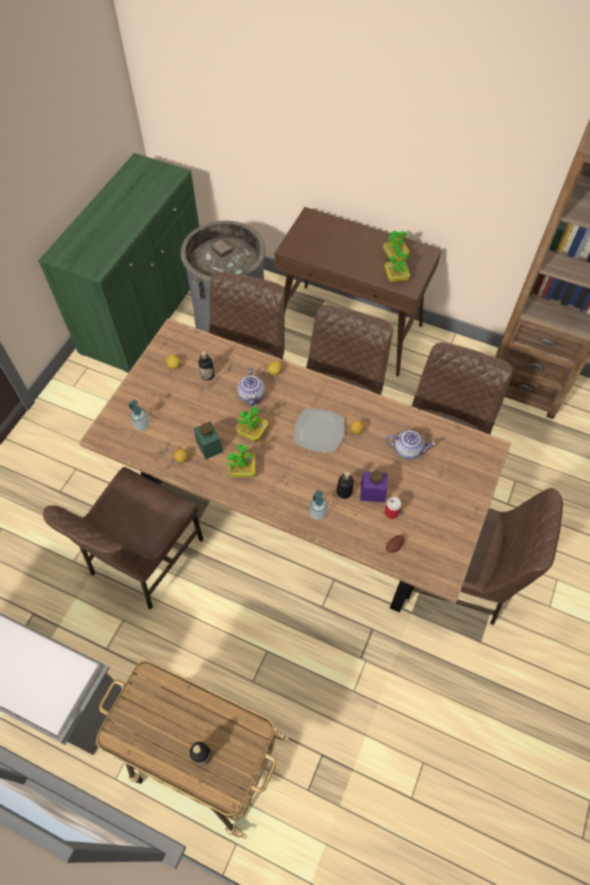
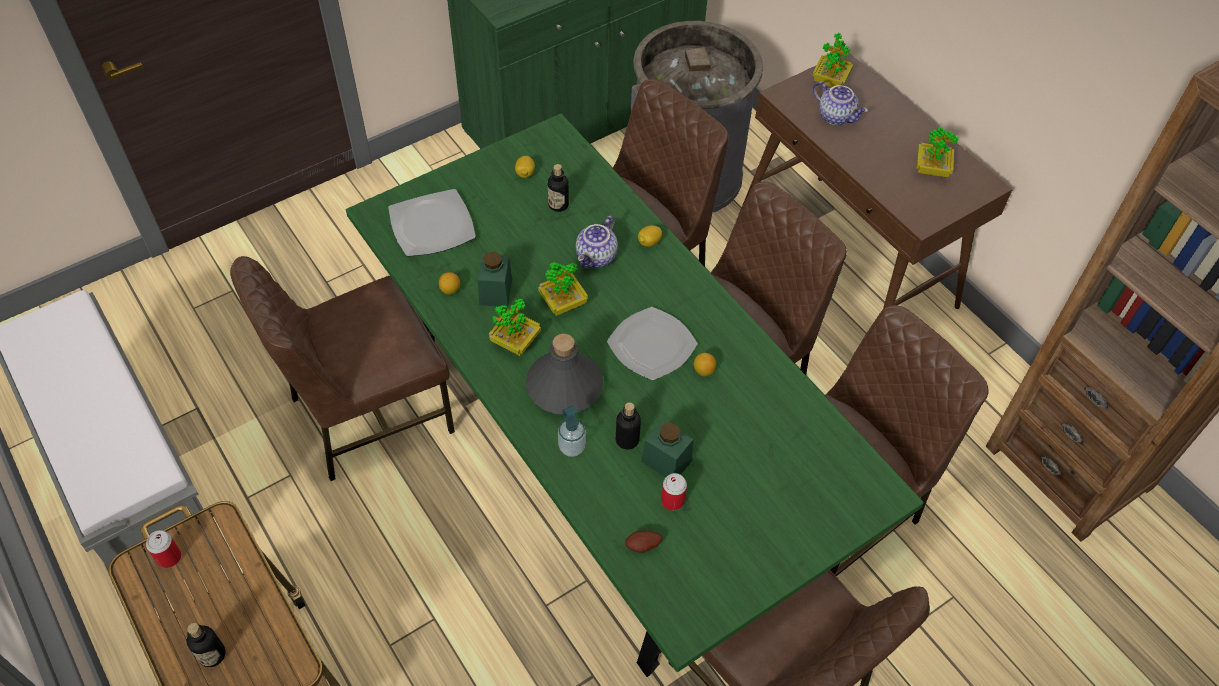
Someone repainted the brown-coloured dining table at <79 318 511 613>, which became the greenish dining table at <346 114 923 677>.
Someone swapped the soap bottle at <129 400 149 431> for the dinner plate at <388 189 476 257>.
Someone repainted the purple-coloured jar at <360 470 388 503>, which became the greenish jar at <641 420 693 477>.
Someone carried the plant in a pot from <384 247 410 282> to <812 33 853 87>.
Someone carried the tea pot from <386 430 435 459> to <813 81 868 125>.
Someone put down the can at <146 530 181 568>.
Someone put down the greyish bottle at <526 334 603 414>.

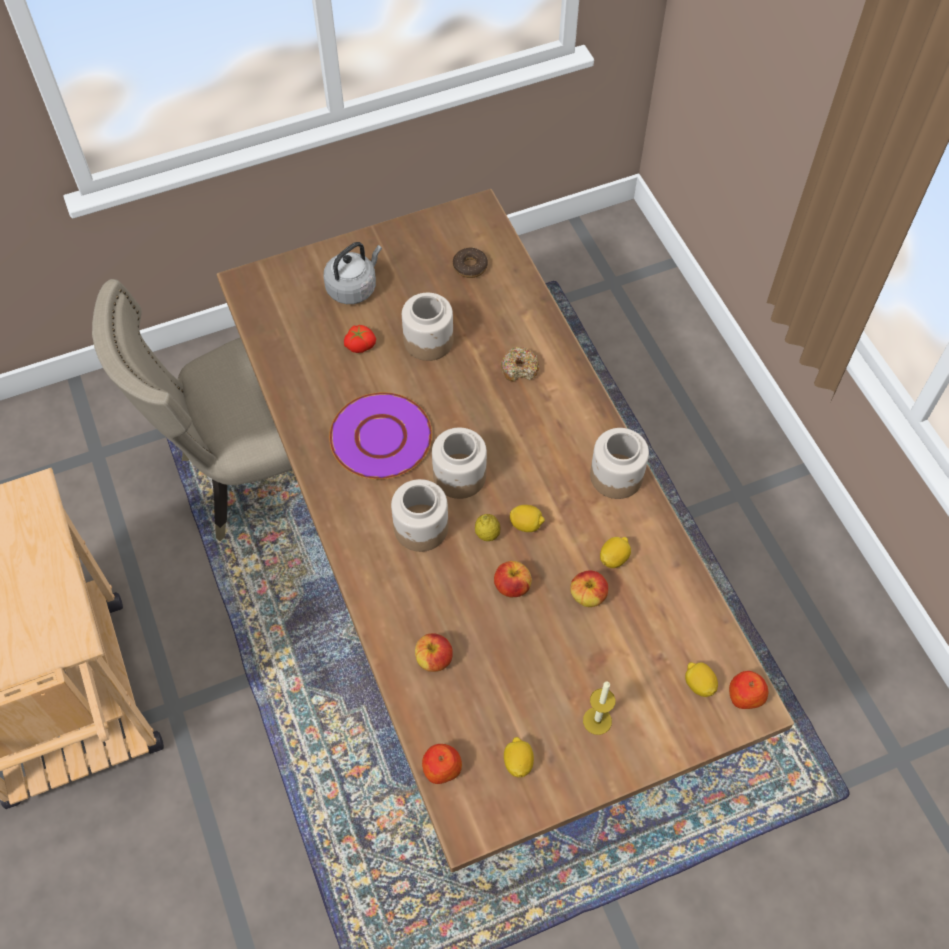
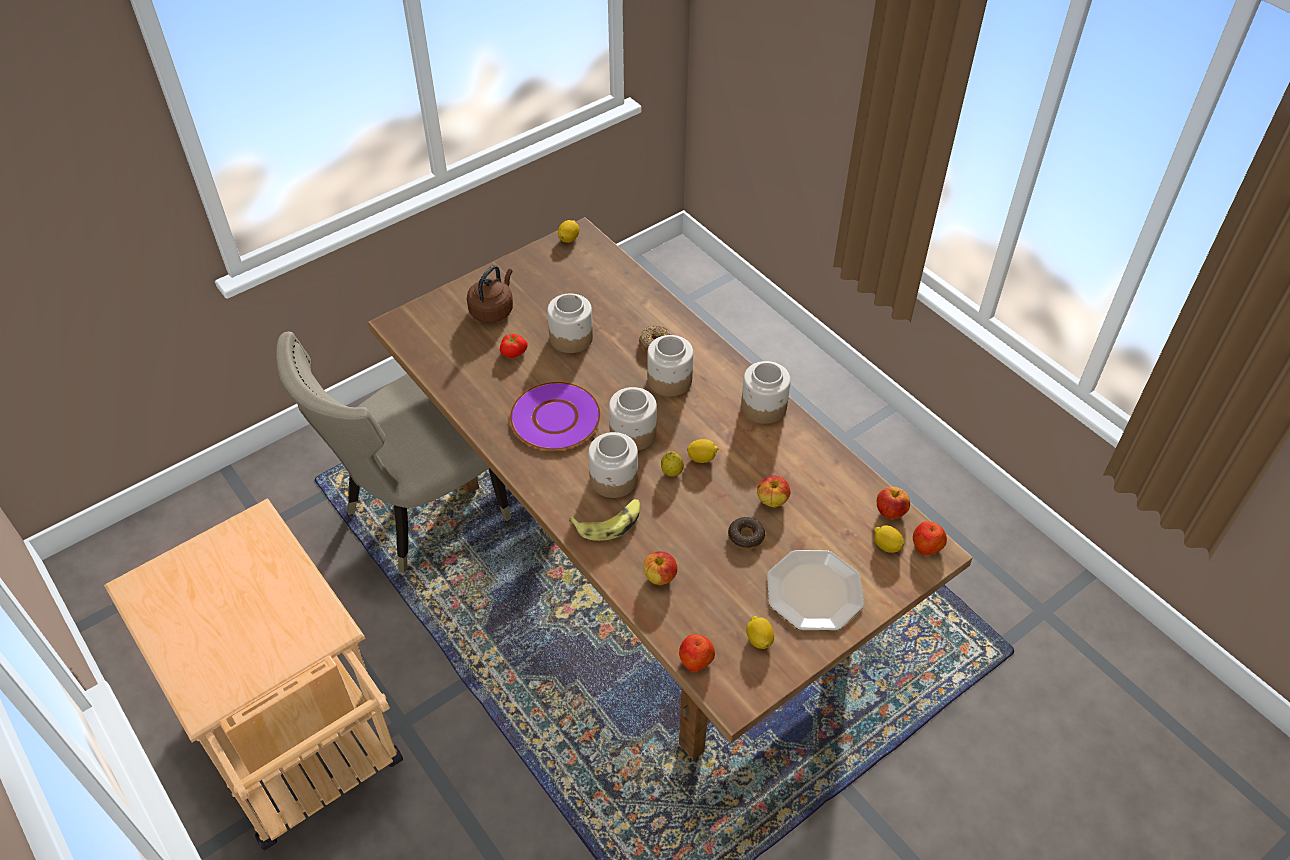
Someone repainted the greyish kettle at <324 242 382 304>, which became the brown-coloured kettle at <467 265 513 323>.
Someone carried the ring doughnut from <453 248 488 278> to <728 517 765 550>.
Someone carried the whole apple from <494 561 532 597> to <877 487 910 519>.
Someone swapped the wax light at <583 682 615 735> for the dinner plate at <767 550 864 631>.
Someone carried the whole lemon from <600 537 631 568> to <558 220 579 243>.
Someone put down the whole banana at <569 499 640 541>.
Someone put down the jar at <647 335 693 396>.

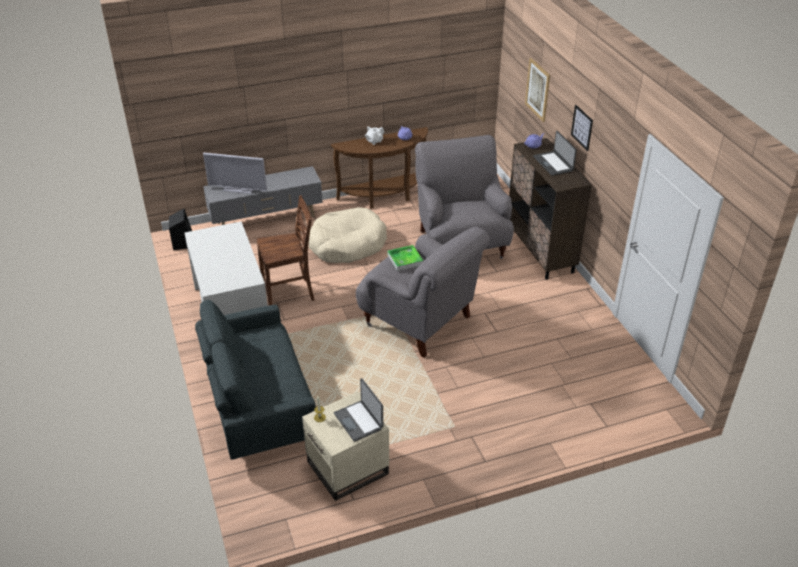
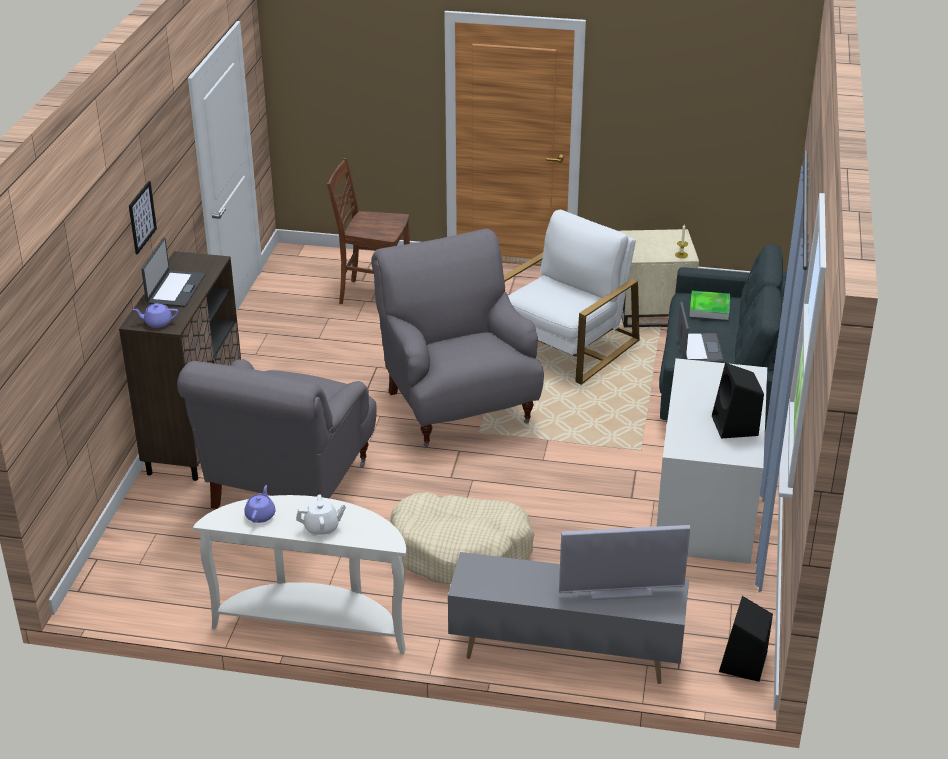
Someone rotated the television at <203 153 267 194> by 135 degrees clockwise.
Someone carried the brown-coloured upright chair from <257 195 314 305> to <327 158 410 304>.
Someone repainted the brown-coloured console table at <331 127 428 209>, which became the white console table at <193 495 406 654>.
Someone carried the laptop from <334 378 383 442> to <677 302 724 363>.
Someone carried the tray from <388 245 423 271> to <689 291 730 320>.
Someone took away the picture at <525 58 550 122>.
Someone put down the white armchair at <504 210 640 385>.
Someone put down the black-coloured loudspeaker at <712 363 764 439>.

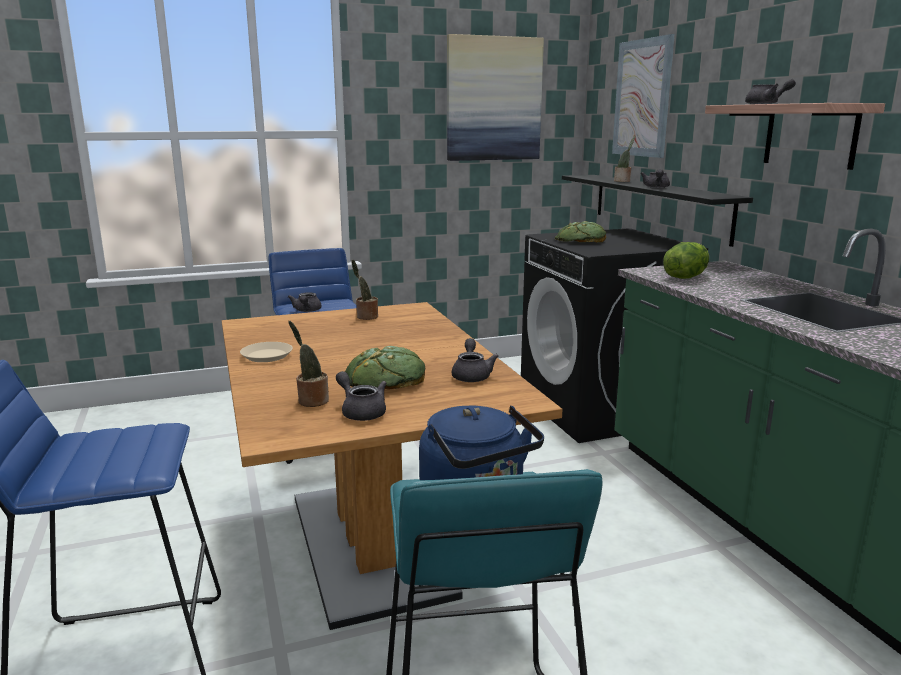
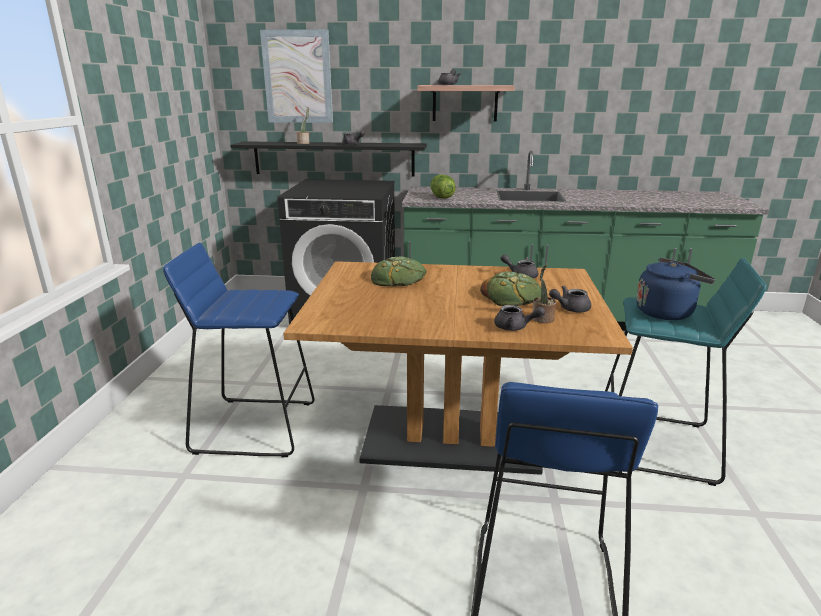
Someone took away the beige dinner plate at <240 342 293 362>.
Someone carried the greyish tea pot from <288 292 322 312> to <494 305 545 331>.
Someone took away the plant in a pot at <351 260 378 320>.
Someone took away the picture at <447 34 544 161>.
Someone carried the bakery bread from <555 221 606 242> to <371 256 427 287>.

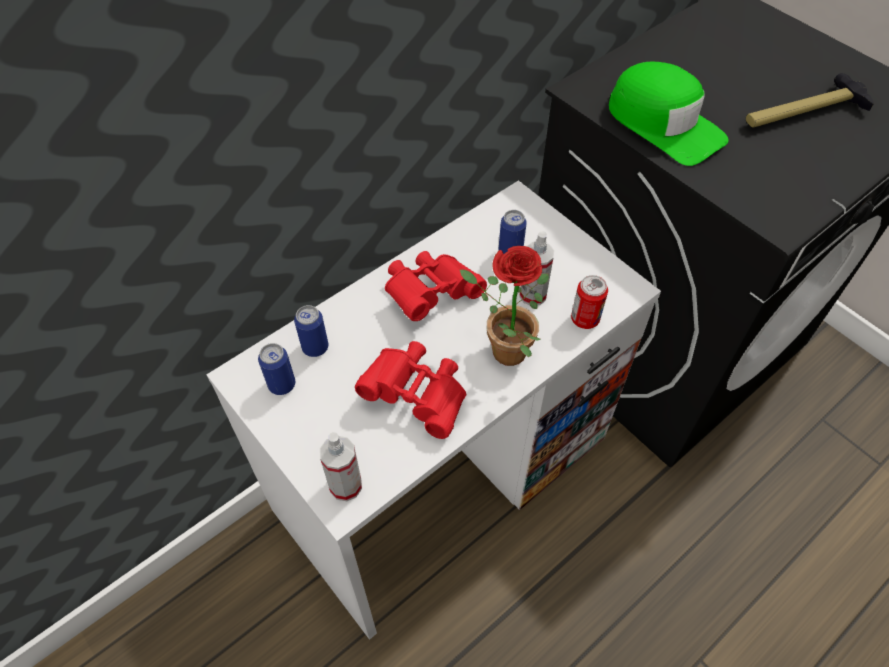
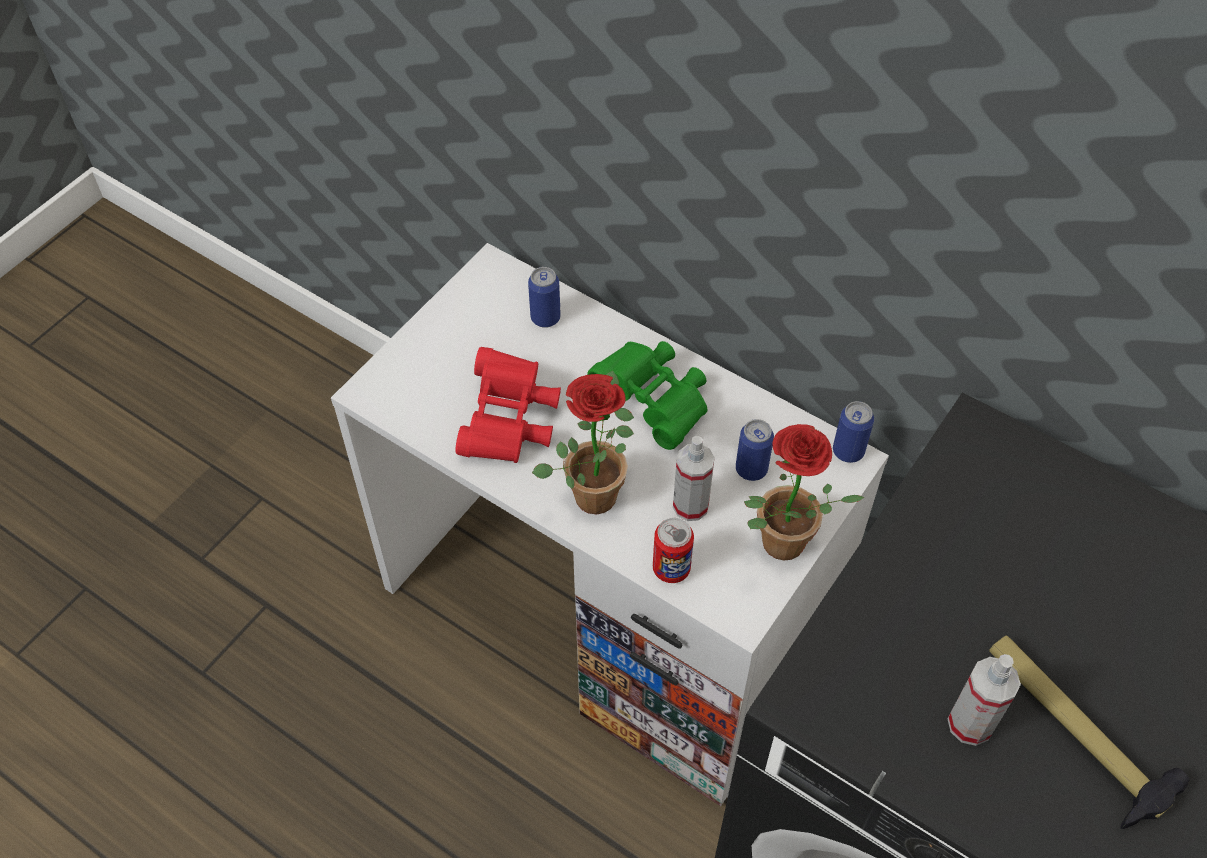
Someone carried the can from <258 343 295 395> to <833 401 874 463>.
Someone carried the spray bottle from <320 432 362 501> to <948 654 1021 746>.
Someone repainted the red-coloured binoculars at <385 251 487 321>, which became the greenish binoculars at <587 341 708 450>.
Someone took away the greenish cap at <609 62 729 166>.
Someone put down the plant in a pot at <744 424 864 561>.

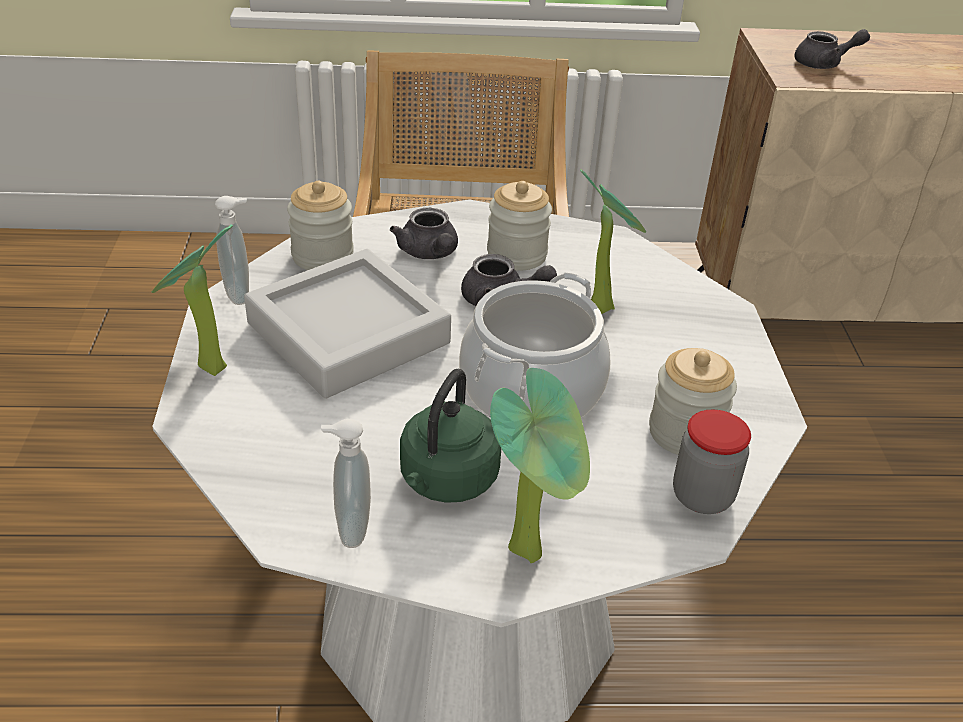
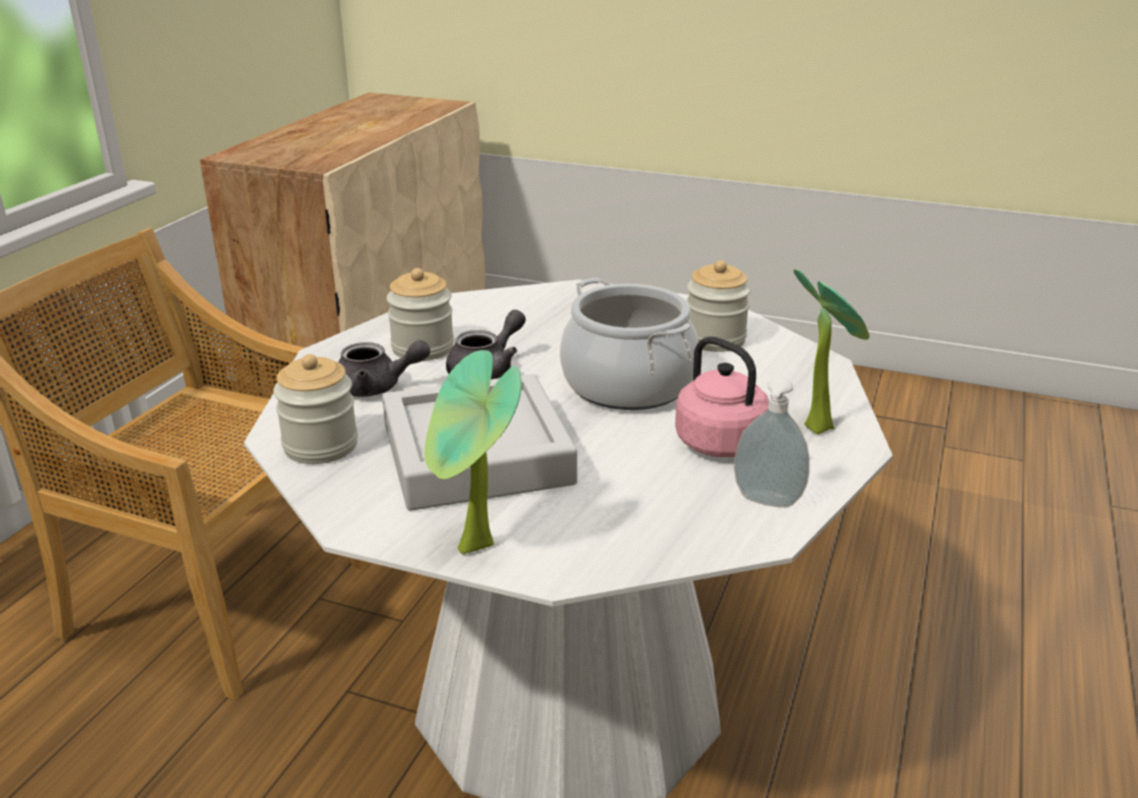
Someone took away the soap bottle at <215 196 249 305>.
Someone repainted the greenish kettle at <400 369 501 503>, which became the pink-coloured kettle at <675 337 769 457>.
Someone took away the plant in a pot at <580 169 646 314>.
Someone took away the jar at <673 409 751 514>.
Someone took away the greyish tea pot at <795 29 870 69>.

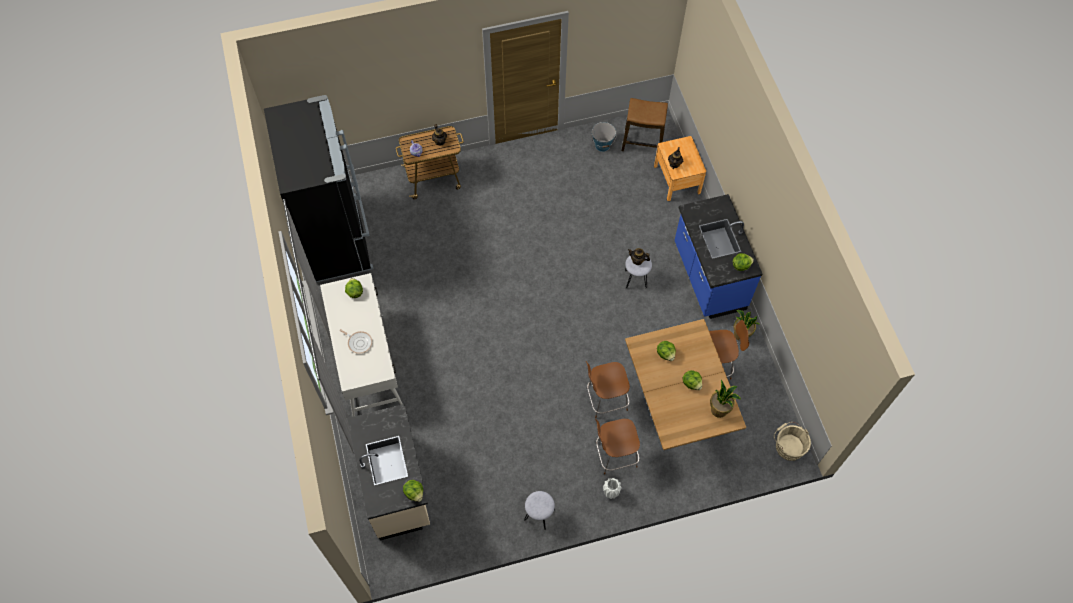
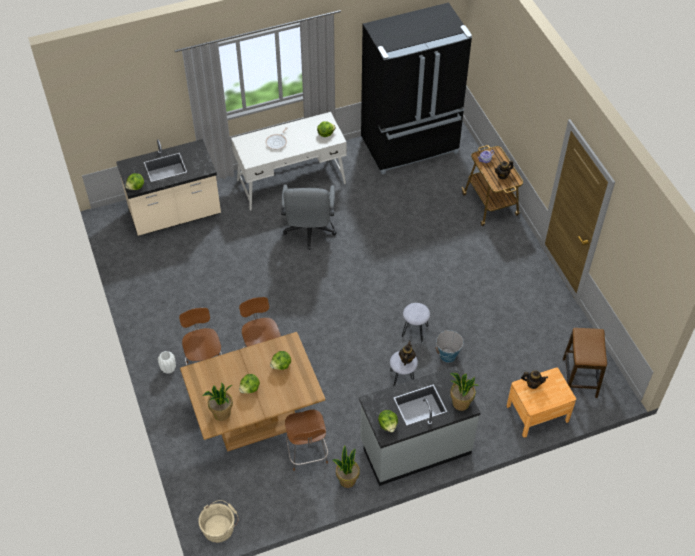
Someone carried the greyish stool from <524 491 555 530> to <402 303 430 343>.
Someone carried the pail from <592 122 617 152> to <436 330 464 363>.
Someone repainted the blue kitchen counter at <675 194 762 319>, which became the greyish kitchen counter at <359 366 481 486>.
Someone put down the greyish desk chair at <281 184 337 250>.
Someone put down the plant in a pot at <450 373 479 411>.

